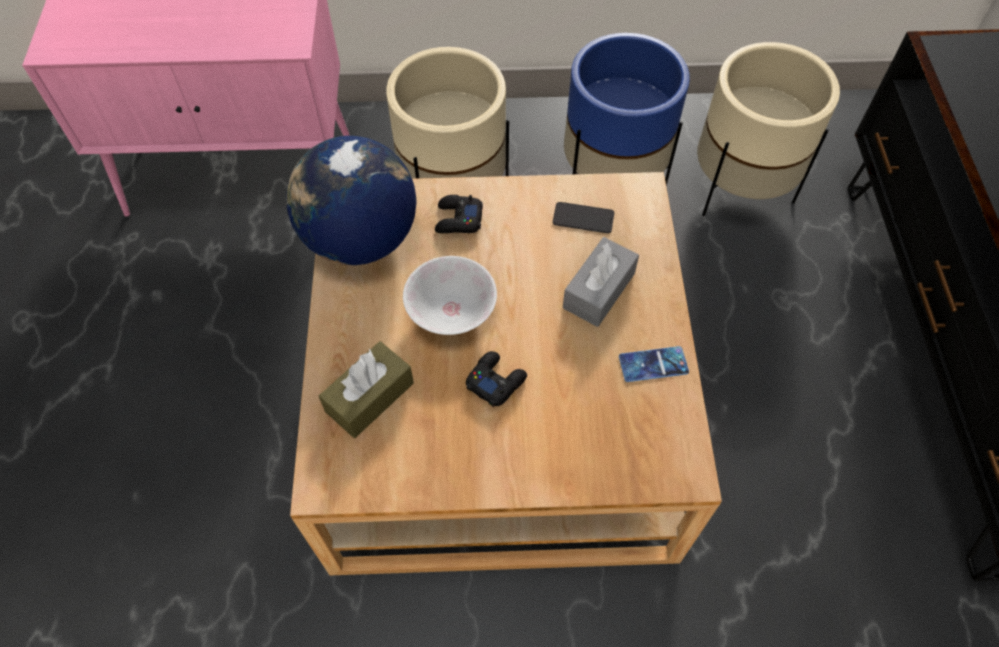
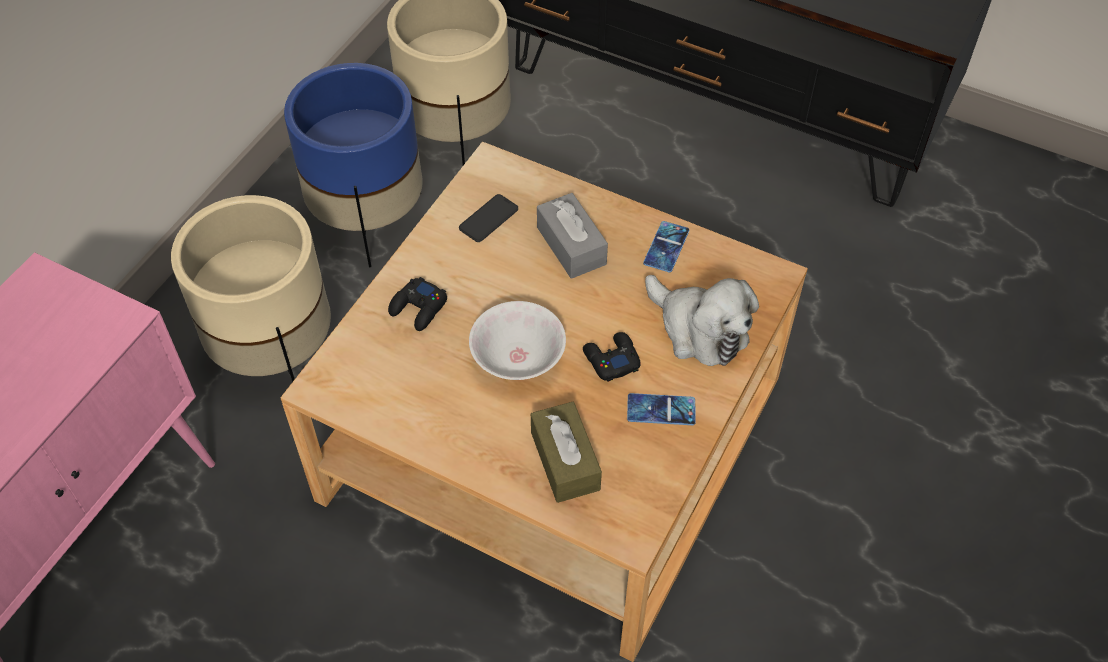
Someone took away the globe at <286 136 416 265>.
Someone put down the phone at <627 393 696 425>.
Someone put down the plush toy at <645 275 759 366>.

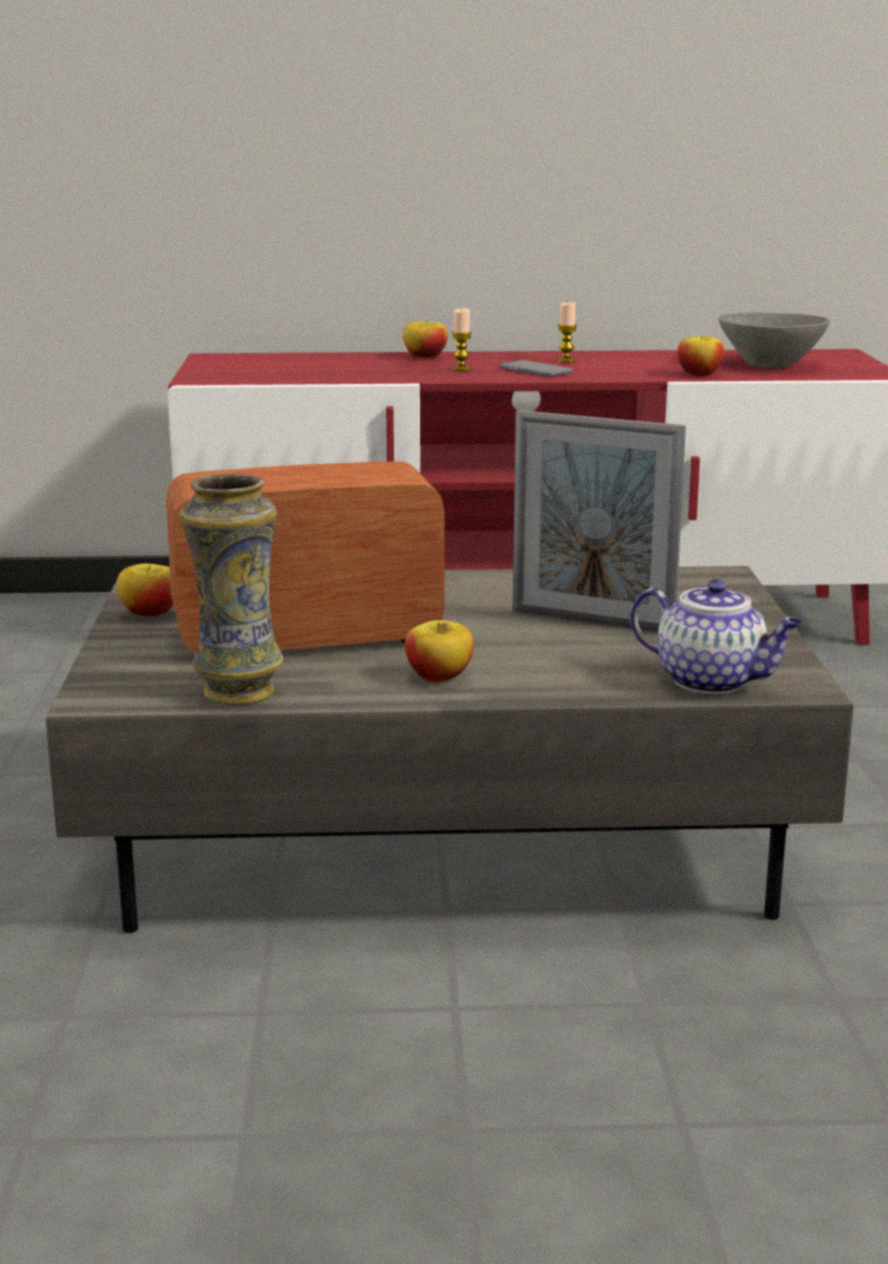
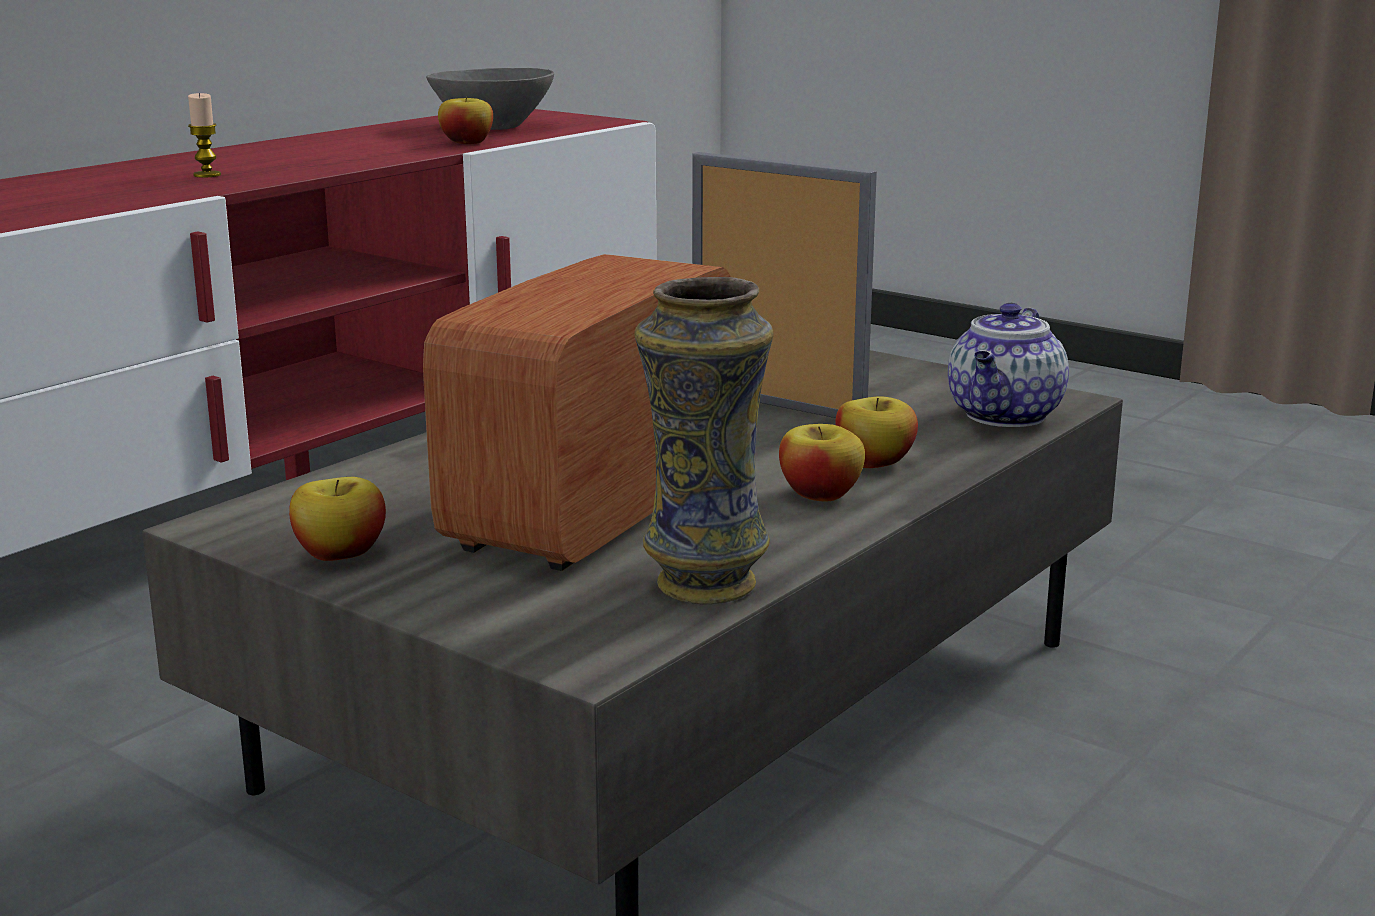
Someone carried the whole apple from <403 320 448 358> to <835 396 918 468>.
Someone took away the phone at <500 360 573 376>.
Someone rotated the picture frame at <513 410 686 632> by 120 degrees counterclockwise.
Someone took away the wax light at <557 302 577 362>.
Someone rotated the tea pot at <630 579 803 694> by 135 degrees clockwise.

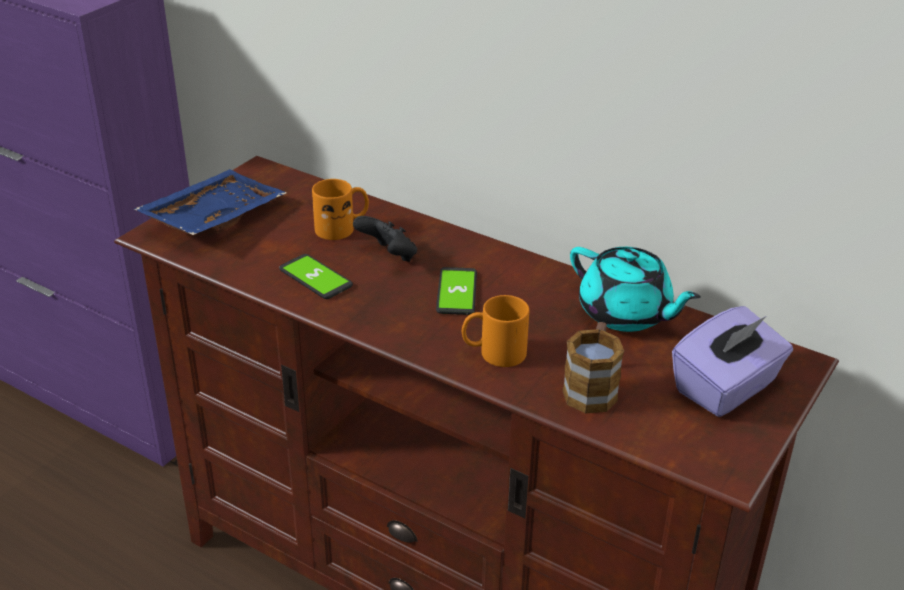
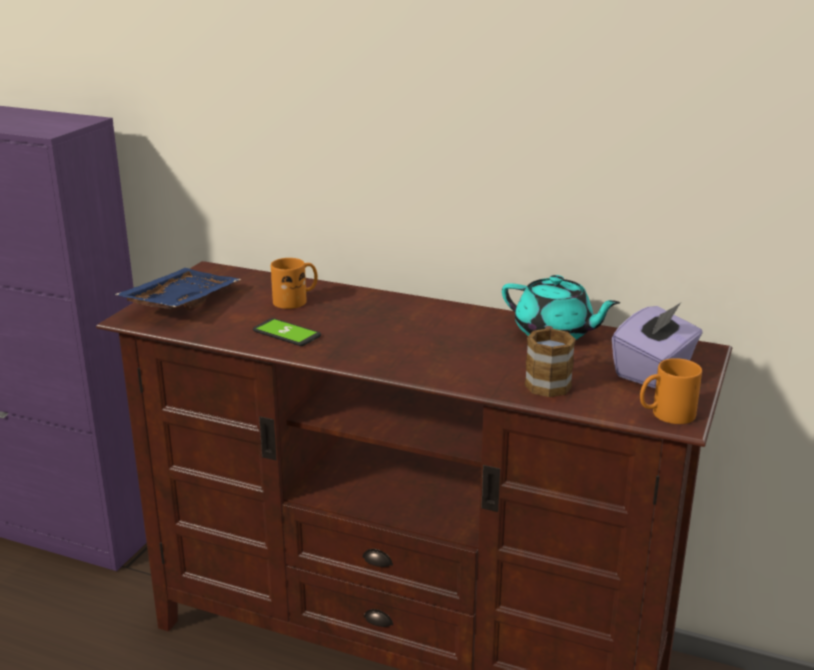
Someone took away the black-coloured joypad at <353 216 417 262>.
Someone took away the phone at <436 267 477 315>.
Someone carried the orange coffee mug from <462 295 529 367> to <640 358 702 424>.

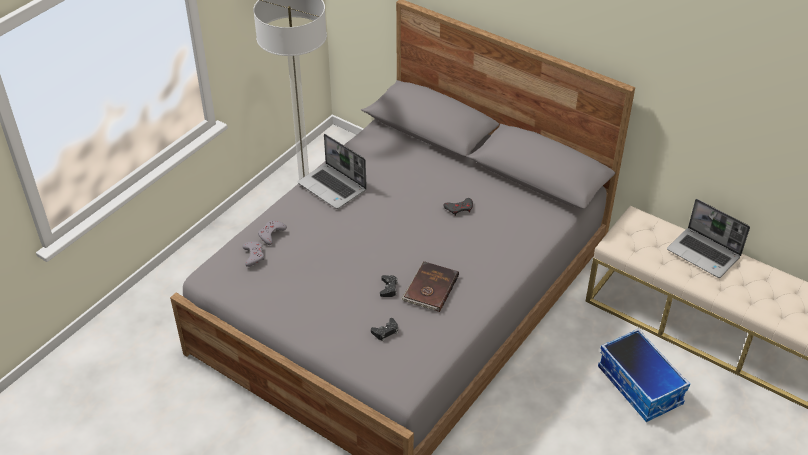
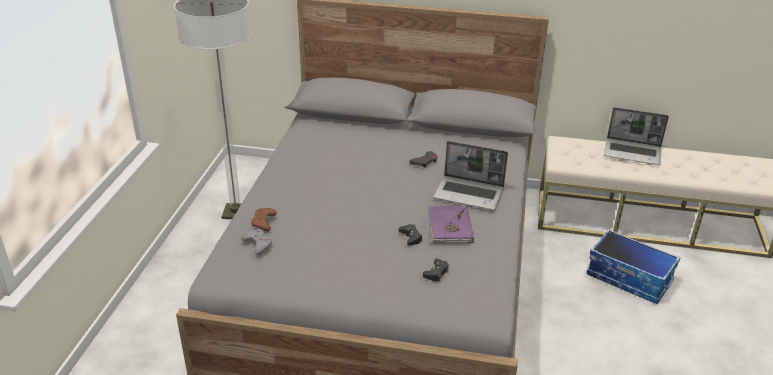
Someone repainted the greyish joypad at <258 221 287 245>, which became the brown-coloured joypad at <251 208 277 231>.
Someone carried the laptop from <297 134 367 209> to <433 141 508 210>.
Someone repainted the brown-coloured volume at <401 261 459 312>, which became the purple-coloured volume at <428 206 474 244>.

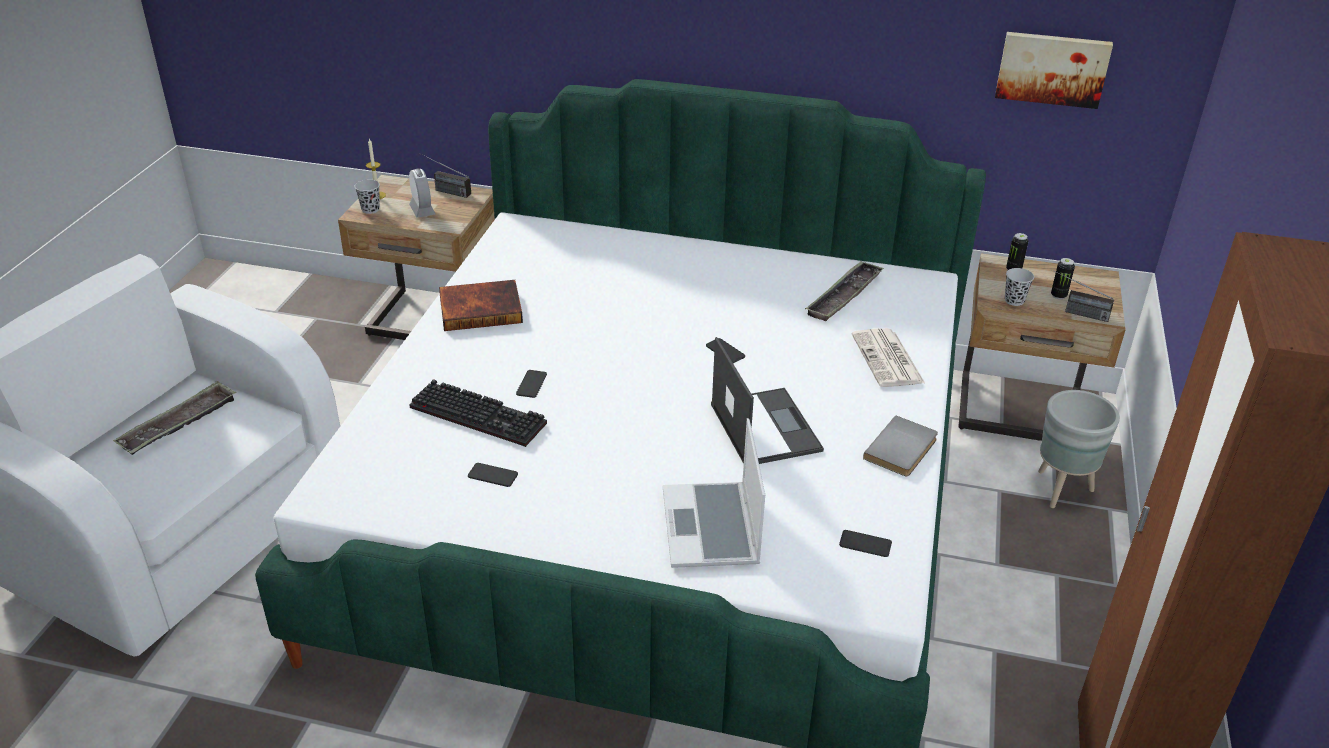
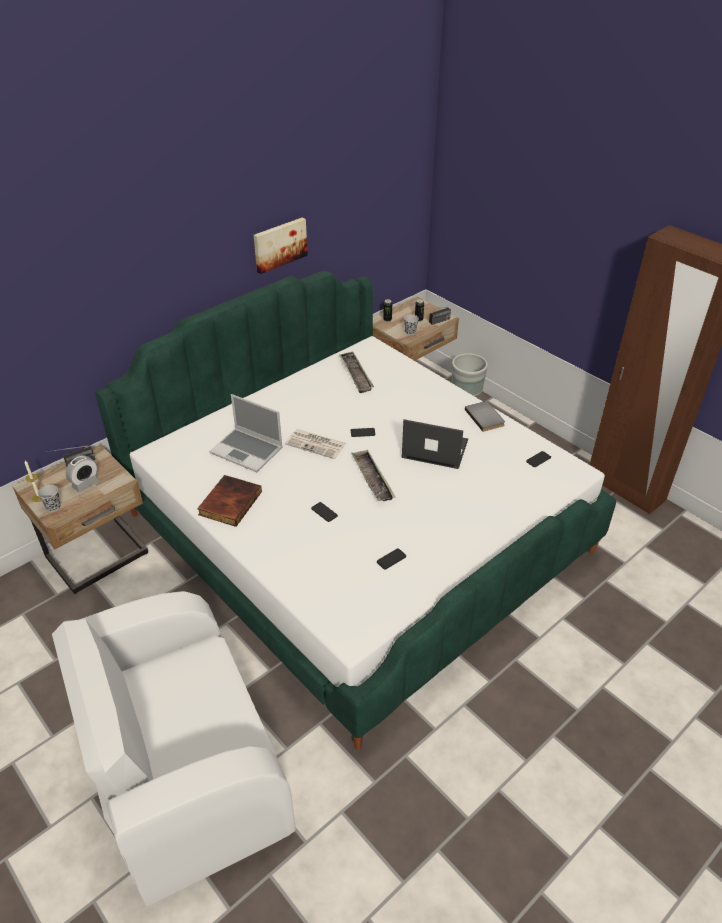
Someone carried the tray from <113 381 236 455> to <351 450 395 501>.
Someone rotated the alarm clock at <409 168 436 218> by 120 degrees clockwise.
Someone took away the keyboard at <409 379 547 447>.
Someone carried the laptop from <663 418 765 568> to <209 394 283 472>.
Someone carried the daily paper from <852 328 925 387> to <285 429 346 459>.
Someone carried the picture from <995 32 1113 109> to <254 217 308 274>.

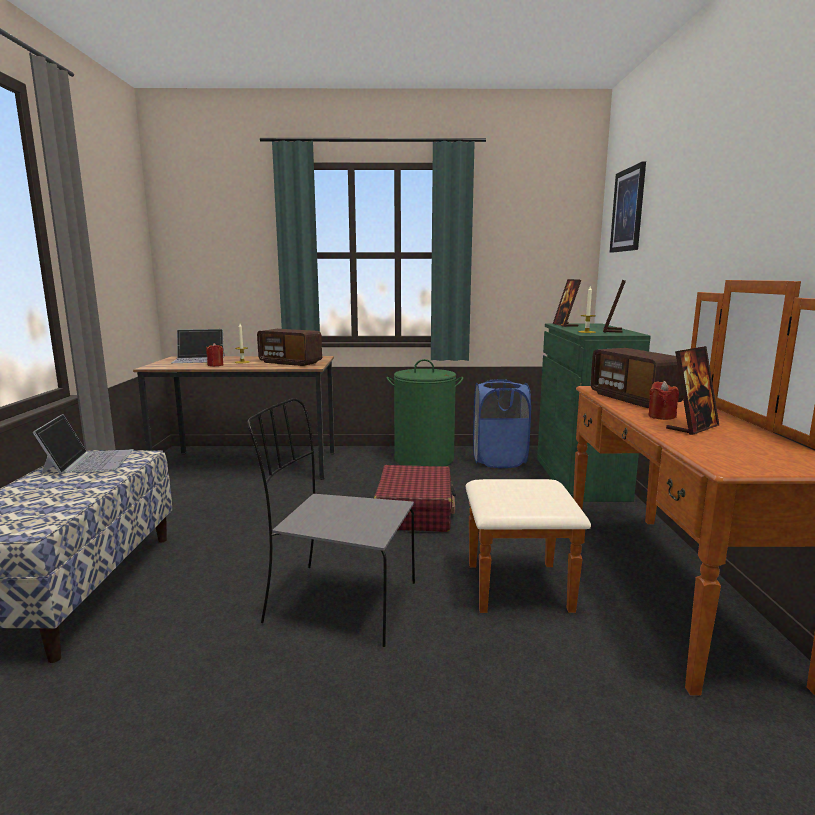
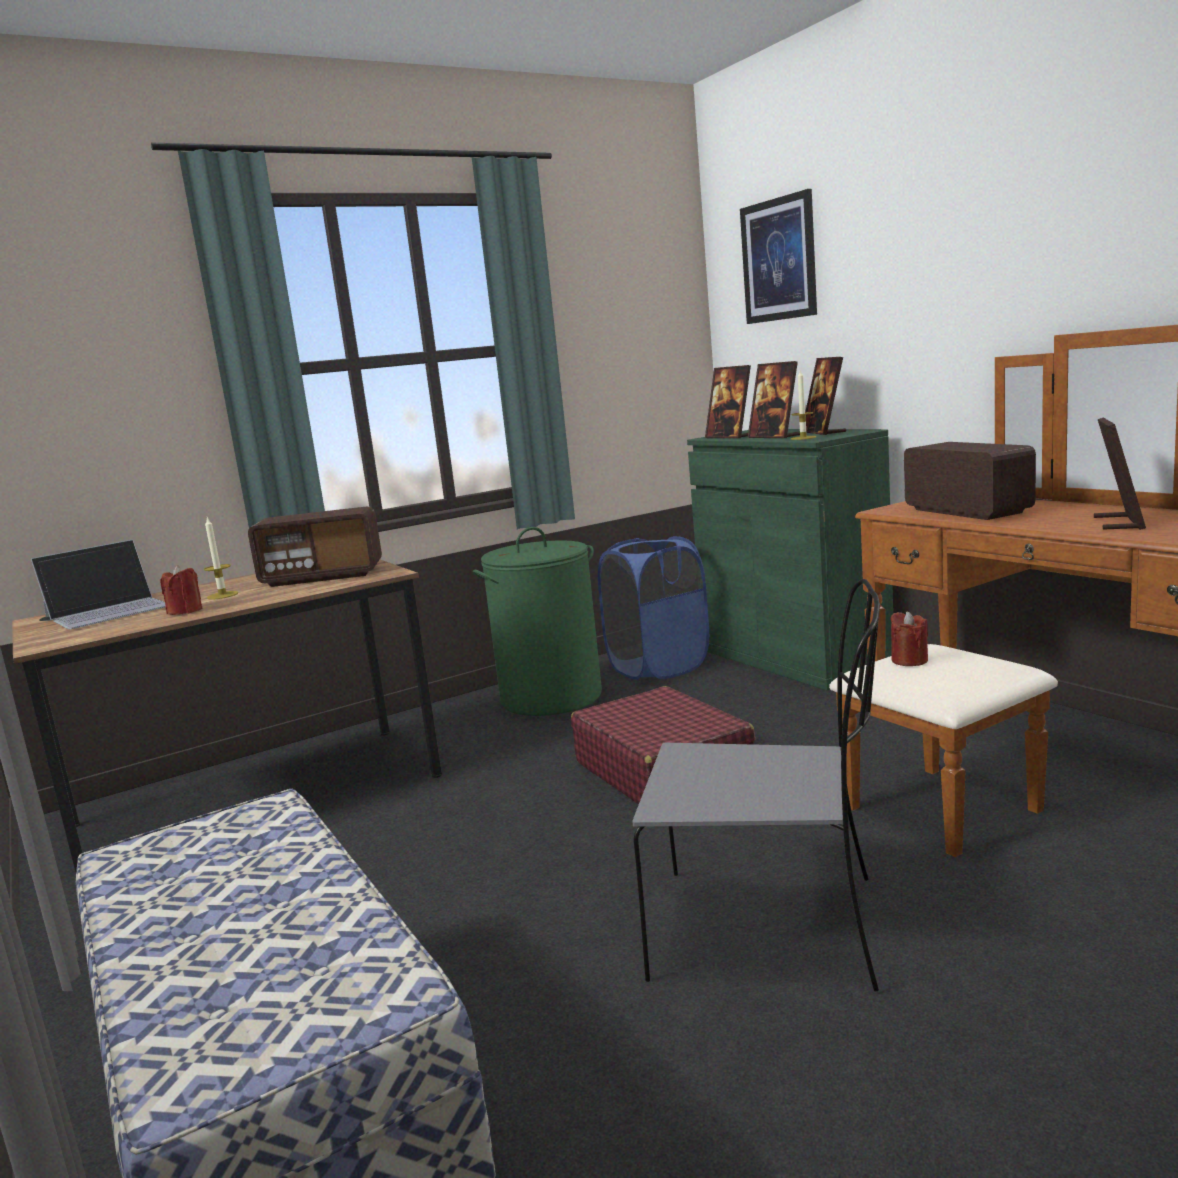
Someone took away the laptop at <32 414 134 475>.
Someone rotated the greyish upright chair at <248 398 415 647> by 150 degrees counterclockwise.
Someone rotated the radio at <591 348 683 408> by 150 degrees counterclockwise.
Someone carried the red-coloured wax light from <648 381 679 420> to <890 612 928 666>.
Someone put down the picture frame at <748 361 800 438>.

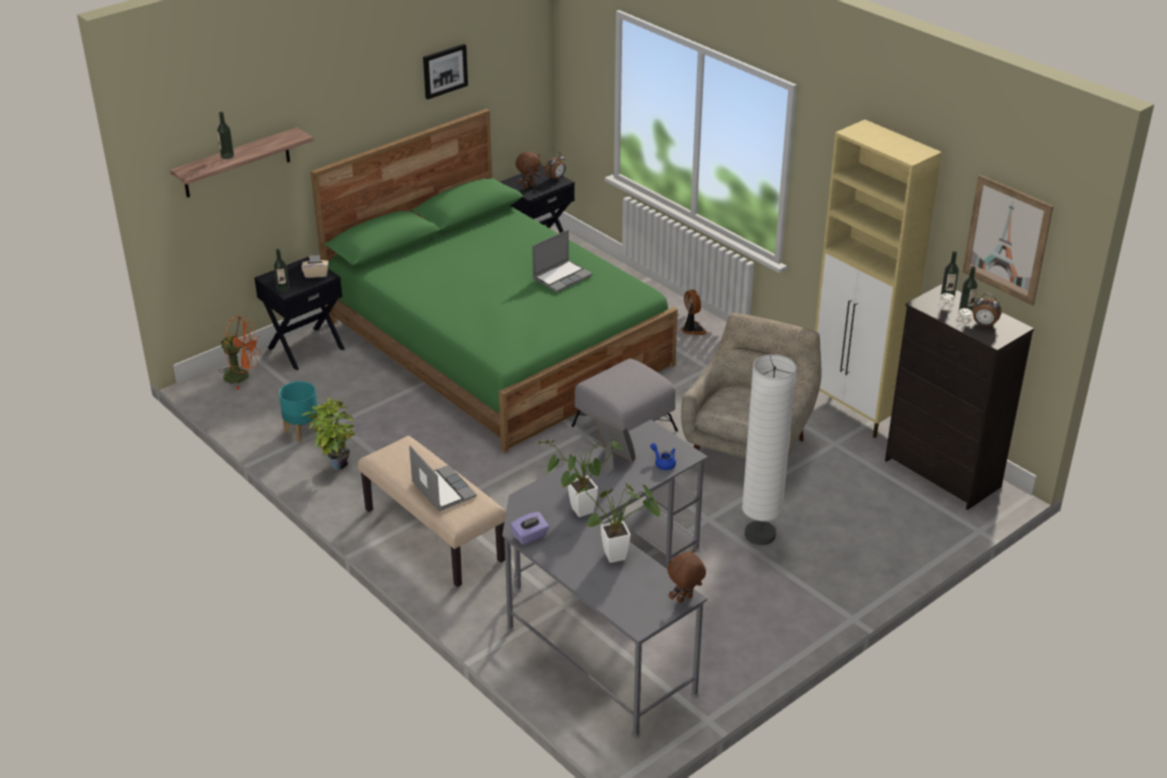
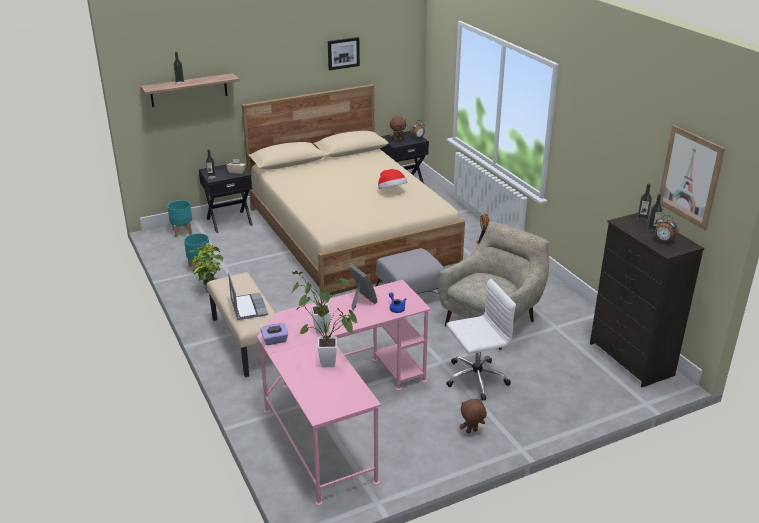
Someone swapped the orange electric fan at <219 316 261 390> for the turquoise plant pot at <167 200 192 237>.
Someone repainted the greenish bed at <310 109 678 453>, which became the beige bed at <242 84 465 295>.
Someone repainted the greyish desk at <502 420 708 738>, which became the pink-coloured desk at <257 280 431 505>.
Someone swapped the laptop at <532 229 593 292> for the wearable hat at <378 169 407 189>.
Someone carried the brown-coloured plush toy from <667 549 706 603> to <460 398 487 433>.
Someone swapped the white floor lamp at <742 354 797 545> for the white desk chair at <446 279 516 401>.
Someone took away the beige storage cabinet at <815 120 942 438>.

